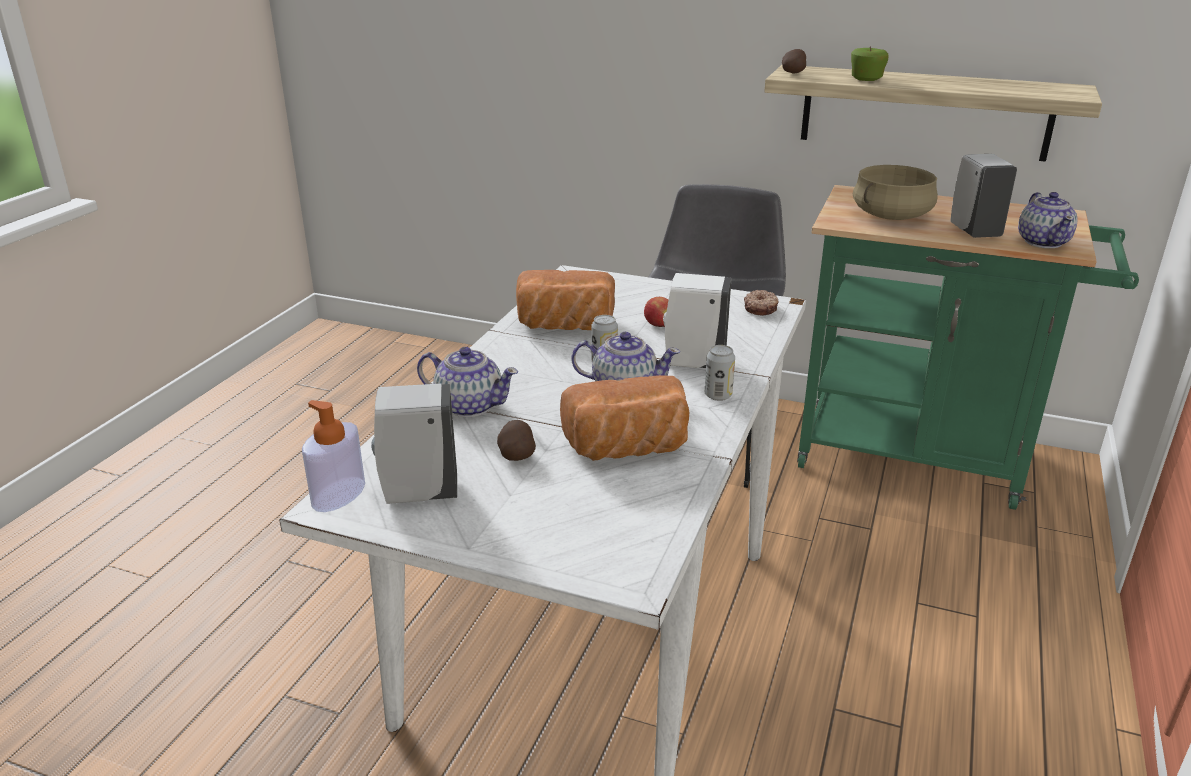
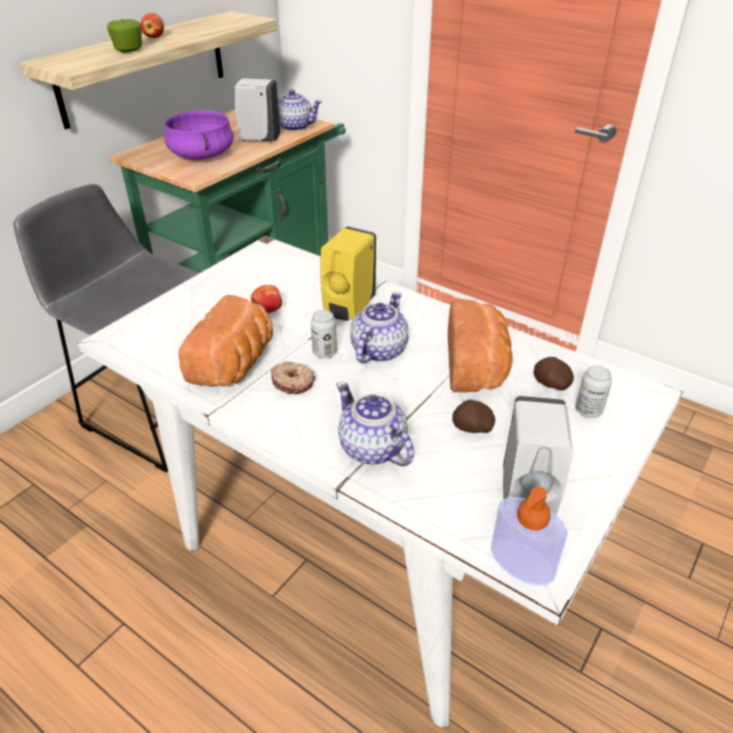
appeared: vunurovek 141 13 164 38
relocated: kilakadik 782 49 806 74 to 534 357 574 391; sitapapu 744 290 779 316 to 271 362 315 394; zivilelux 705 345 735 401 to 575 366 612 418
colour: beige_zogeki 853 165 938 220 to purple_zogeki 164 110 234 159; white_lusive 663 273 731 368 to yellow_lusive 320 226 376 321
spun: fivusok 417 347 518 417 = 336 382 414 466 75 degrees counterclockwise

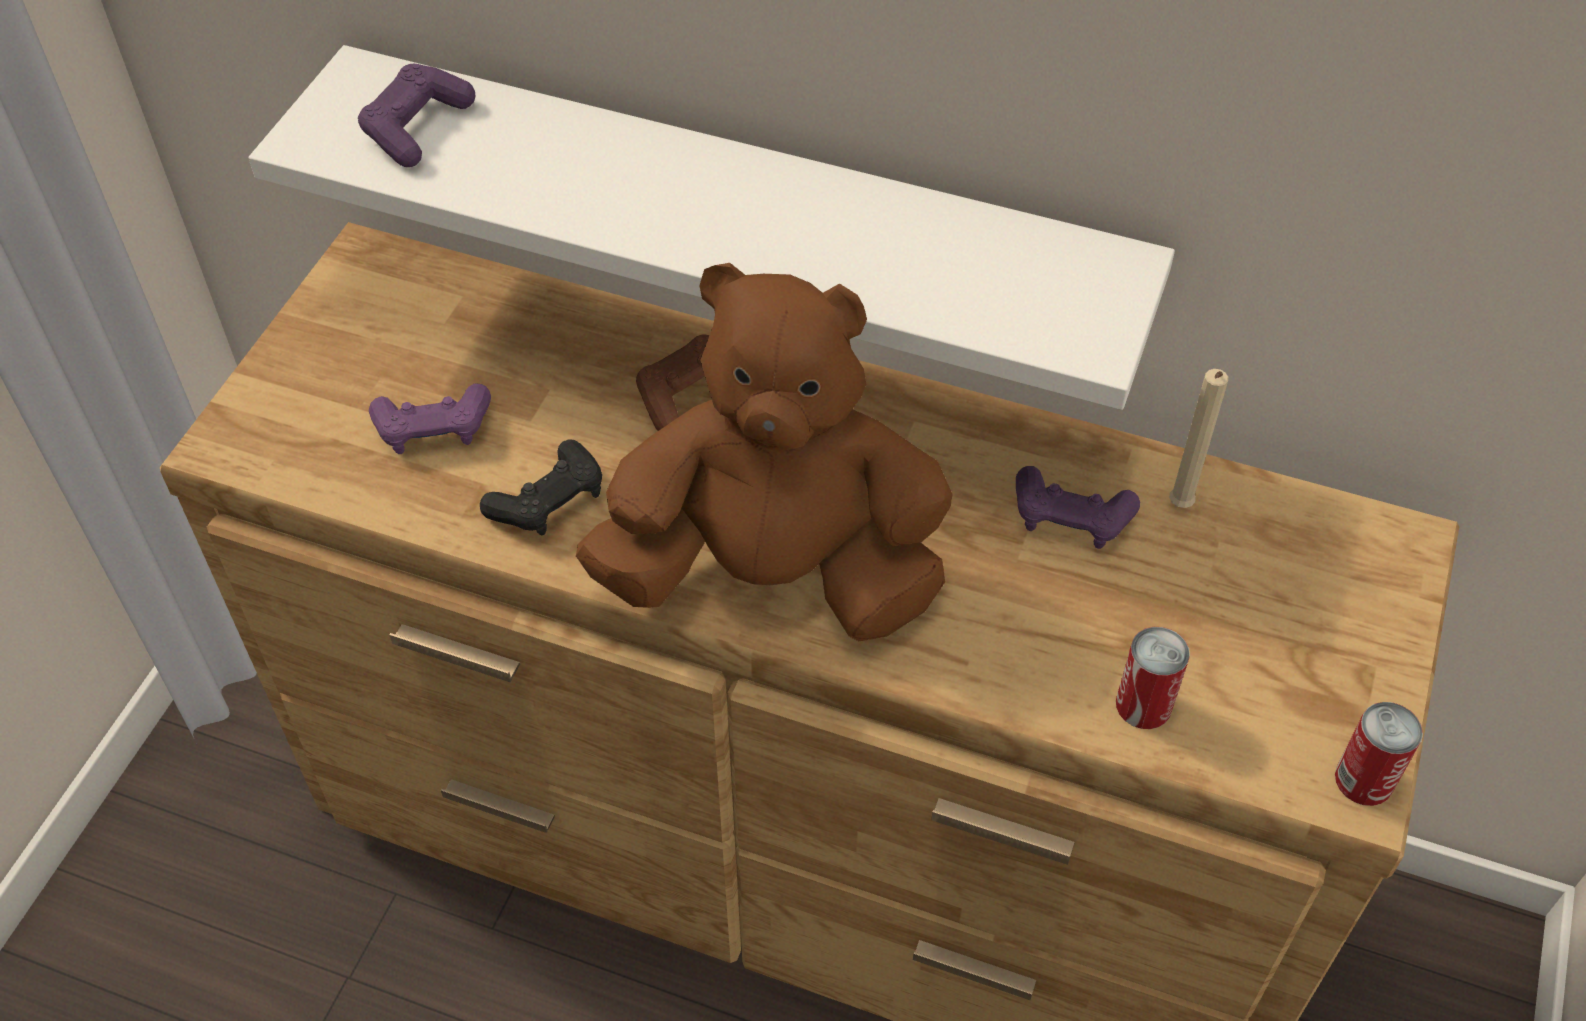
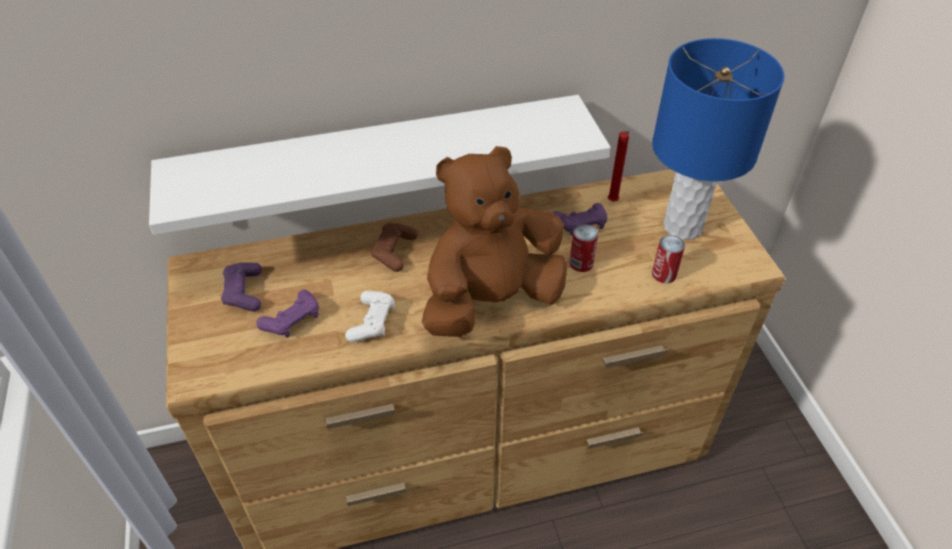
appeared: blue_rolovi 652 38 784 240
relocated: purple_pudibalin 358 64 476 167 to 221 263 262 312; zivilelux 1335 702 1423 806 to 569 224 598 272
colour: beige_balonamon 1169 369 1228 508 to red_balonamon 608 131 630 202; black_pudibalin 480 439 602 536 to white_pudibalin 345 291 395 342

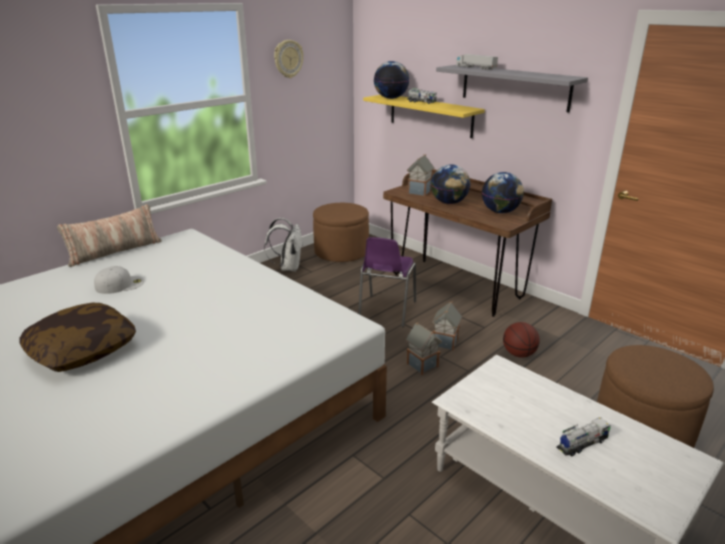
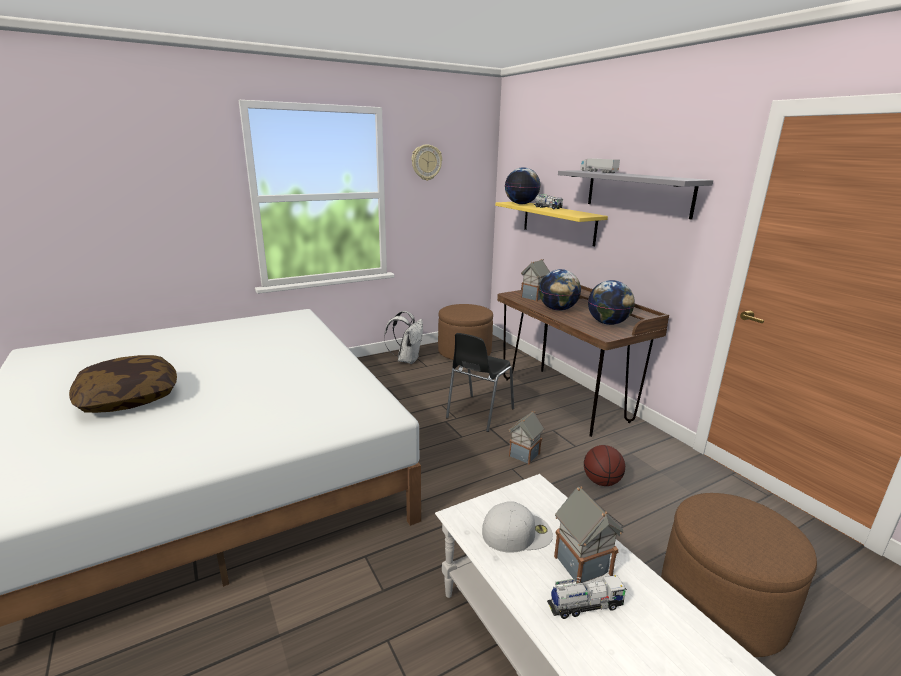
missing: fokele 57 204 162 267
relocated: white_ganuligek 94 266 144 294 to 482 501 553 553; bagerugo 406 323 442 375 to 554 486 623 583
colour: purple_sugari 358 237 416 327 to black_sugari 446 333 514 432

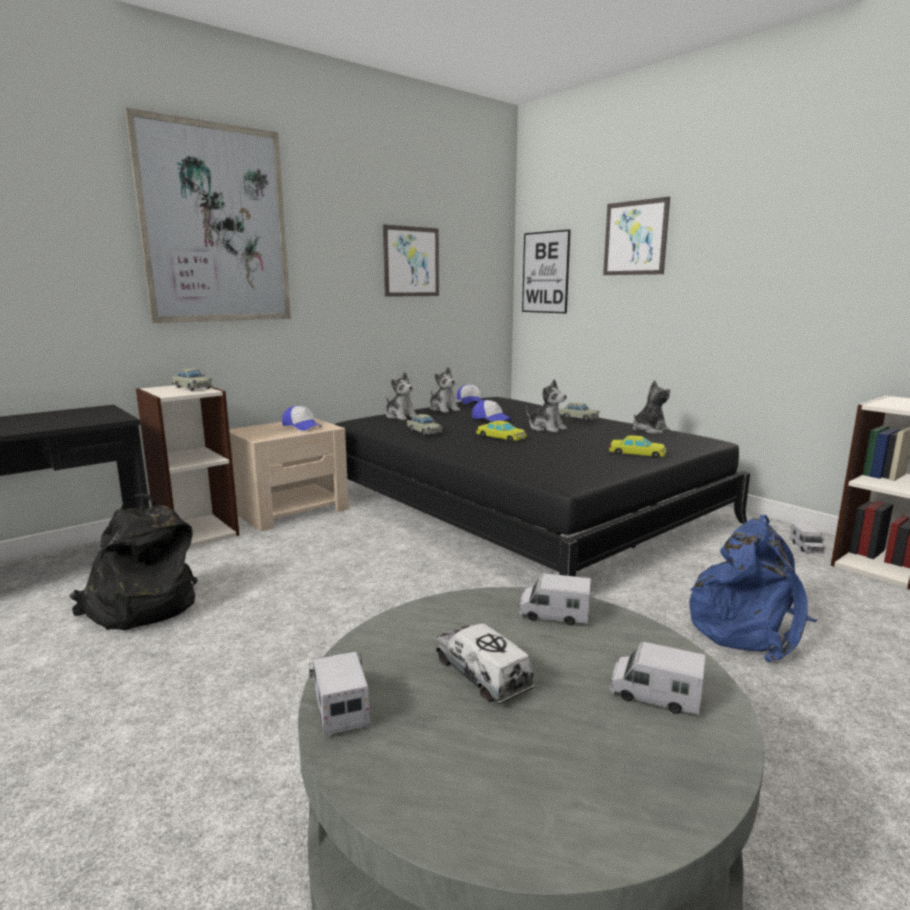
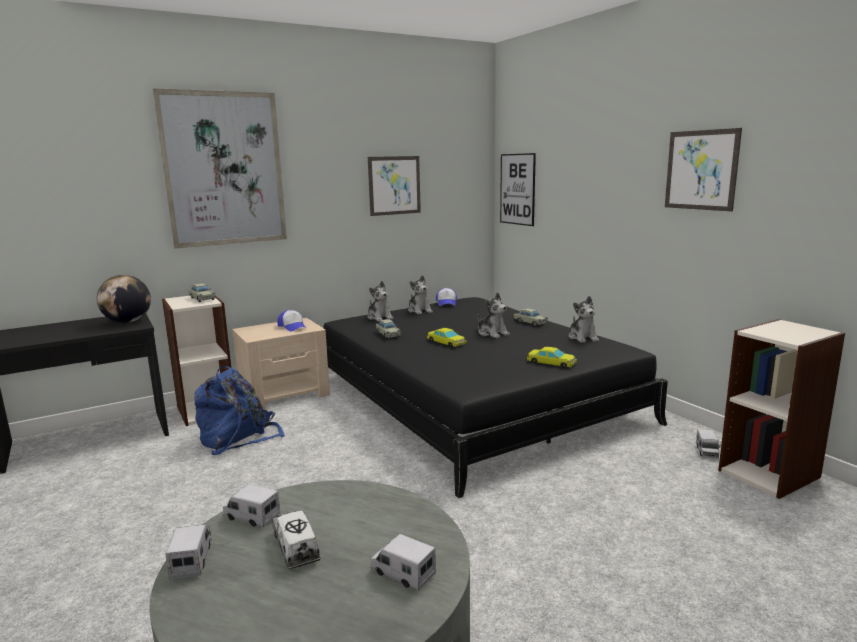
missing: ganuligek 472 400 512 422; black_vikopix 69 493 198 630
appeared: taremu 97 275 151 323
relocated: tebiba 603 197 670 275 to 665 128 742 211; blue_vikopix 689 515 817 662 to 194 366 285 455; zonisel 518 573 591 625 to 223 484 280 527
spun: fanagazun 633 380 670 434 = 568 296 599 343 105 degrees clockwise

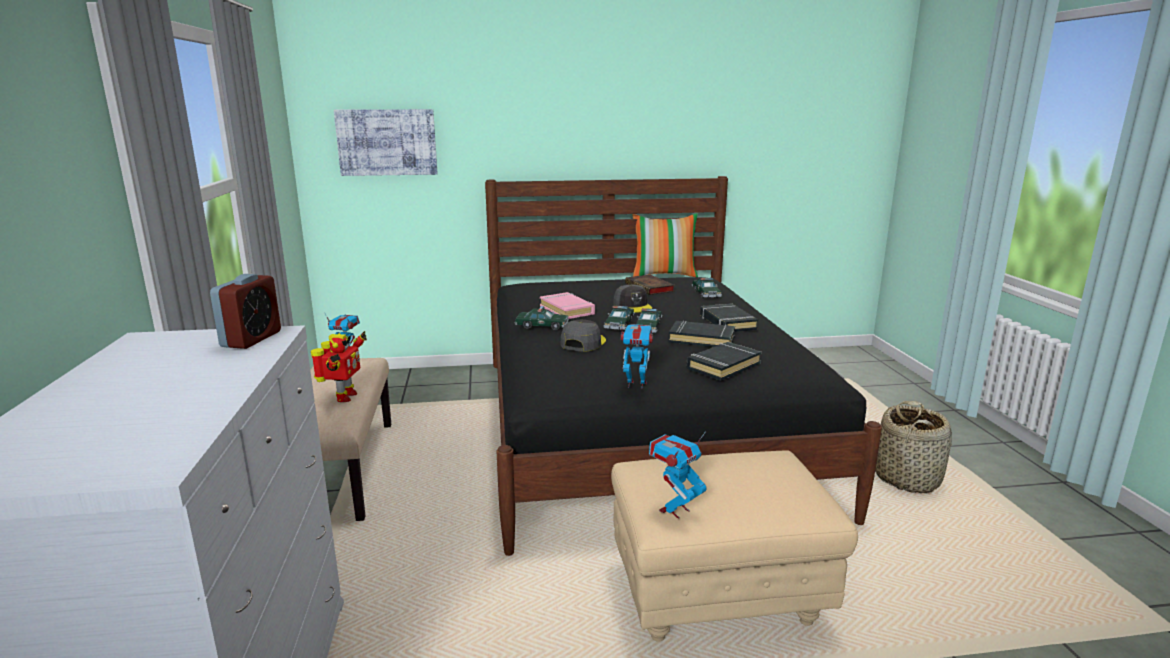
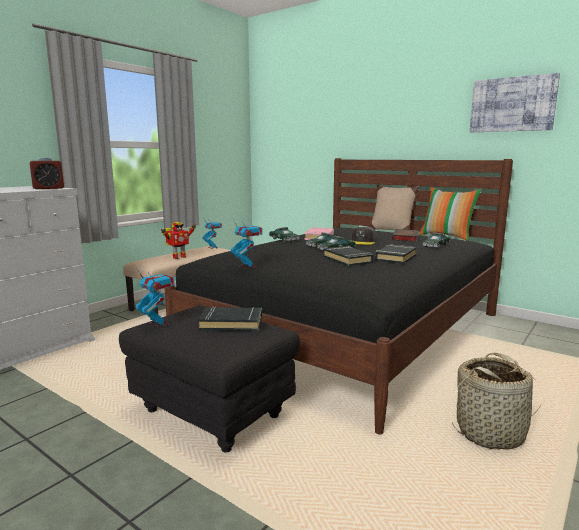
missing: grey_ganuligek 561 320 606 351
appeared: beige_fokele 369 185 419 230
relocated: tebiba 334 109 438 176 to 470 73 560 132; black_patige 686 342 762 381 to 198 306 262 331
colour: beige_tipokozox 611 450 858 642 to black_tipokozox 119 305 300 453
spun: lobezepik 649 431 707 518 = 136 268 175 328 45 degrees clockwise

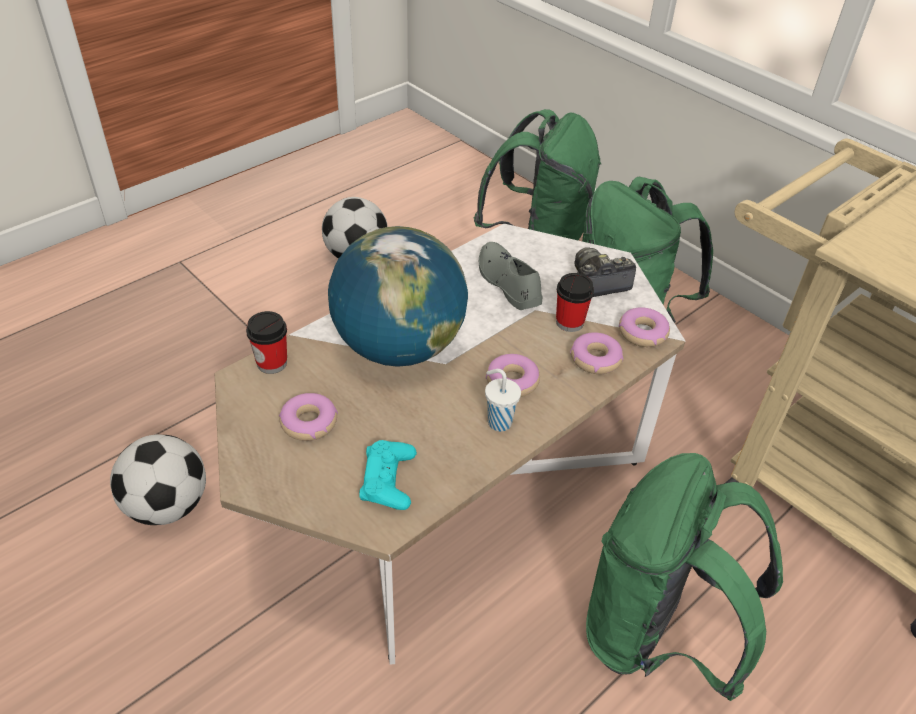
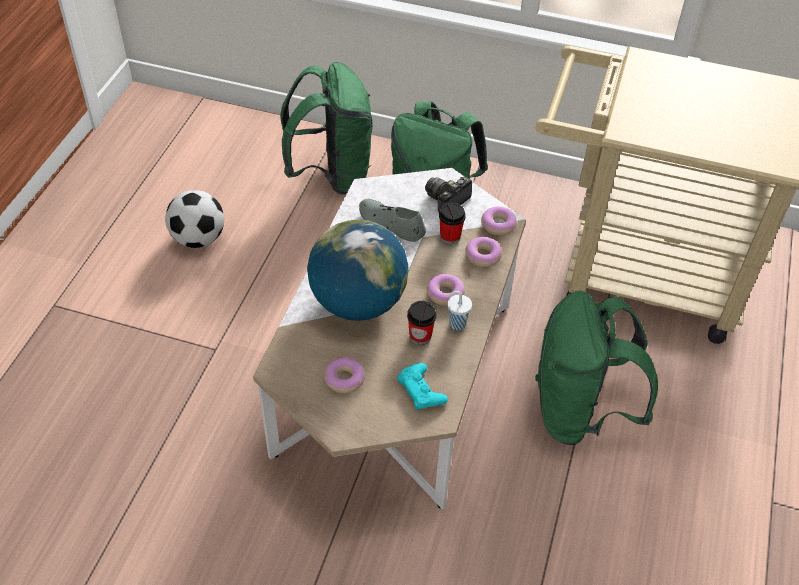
missing: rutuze 110 434 206 525
relocated: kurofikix 246 311 287 374 to 407 301 436 345

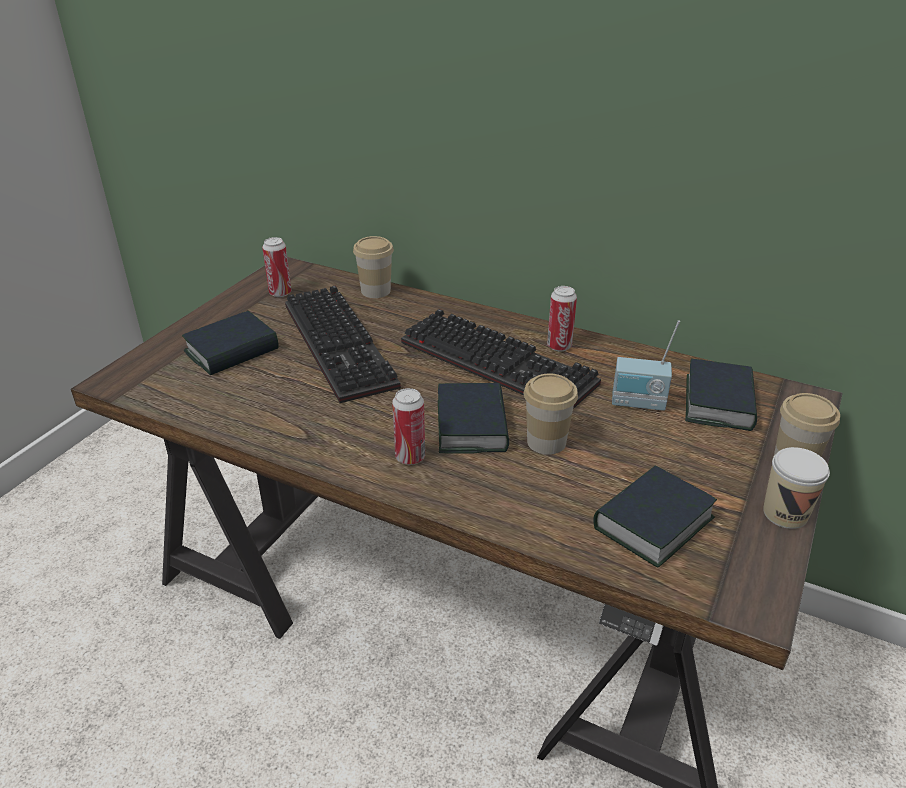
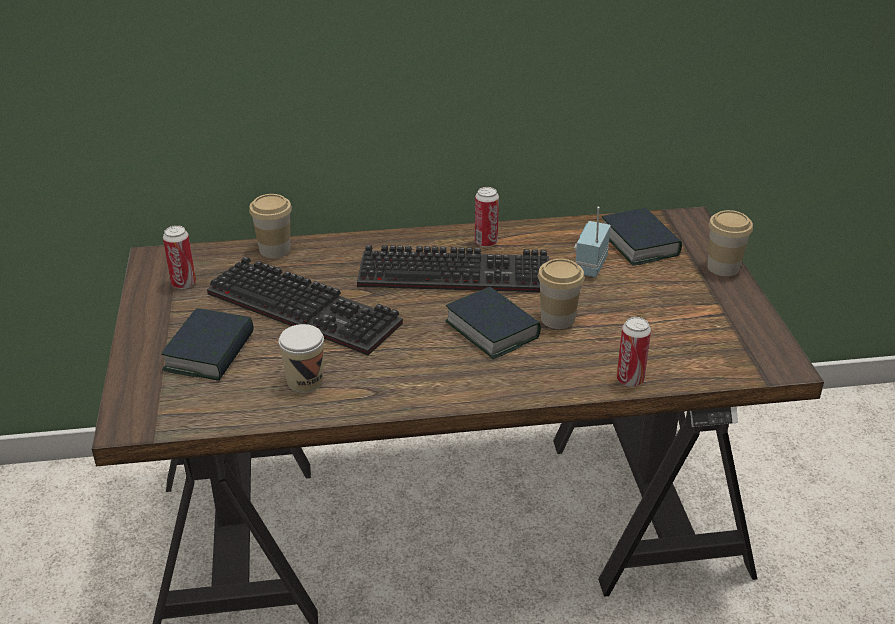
missing: patige 593 465 717 567
relocated: zivilelux 392 388 425 465 to 617 317 651 387; kurofikix 763 447 830 529 to 279 324 324 393
spun: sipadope 612 320 680 411 = 574 207 611 277 135 degrees clockwise

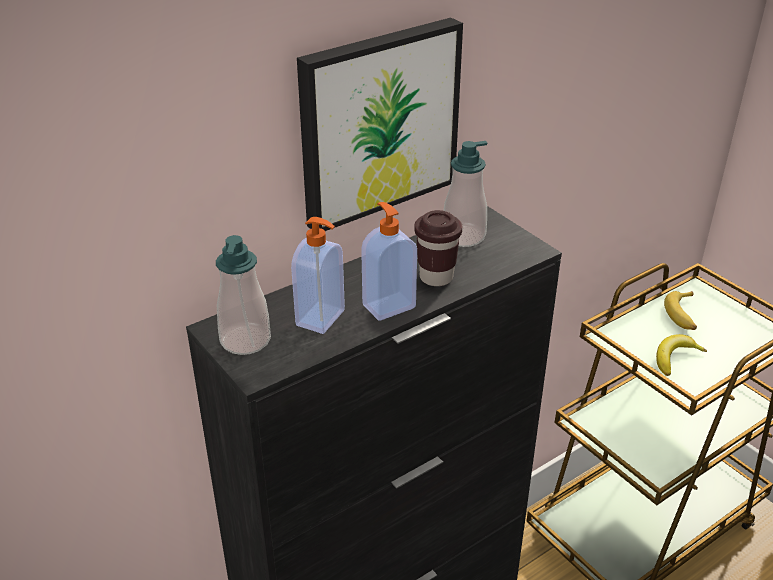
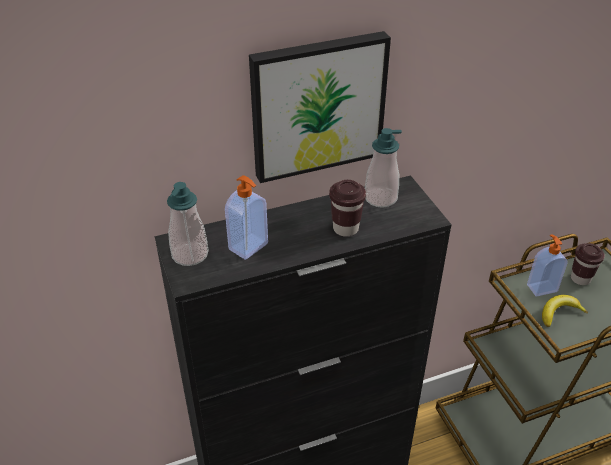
relocated: lusive 361 202 417 321 to 527 234 568 296
exchanged: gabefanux 664 291 697 330 to brown_kurofikix 571 243 605 285

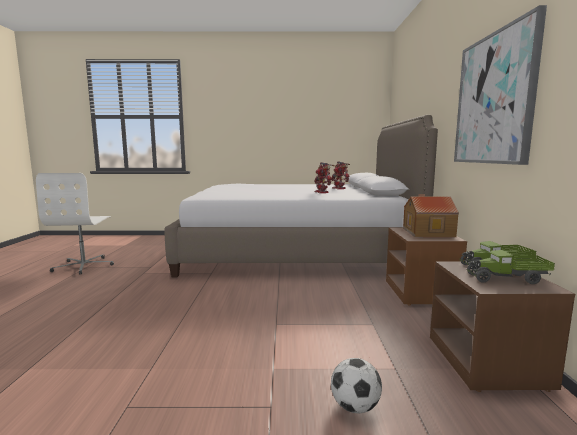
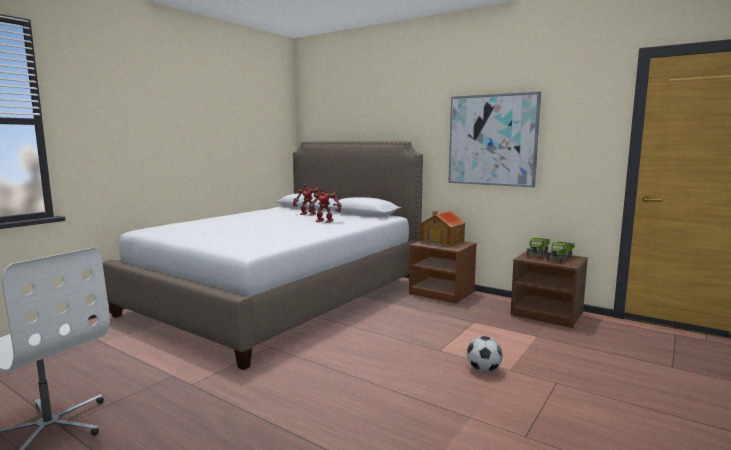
relocated: rutuze 331 358 382 414 to 467 336 503 372

